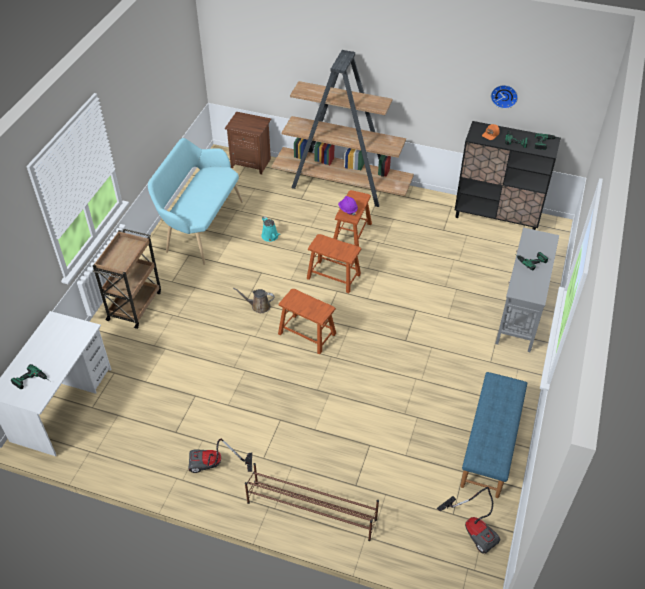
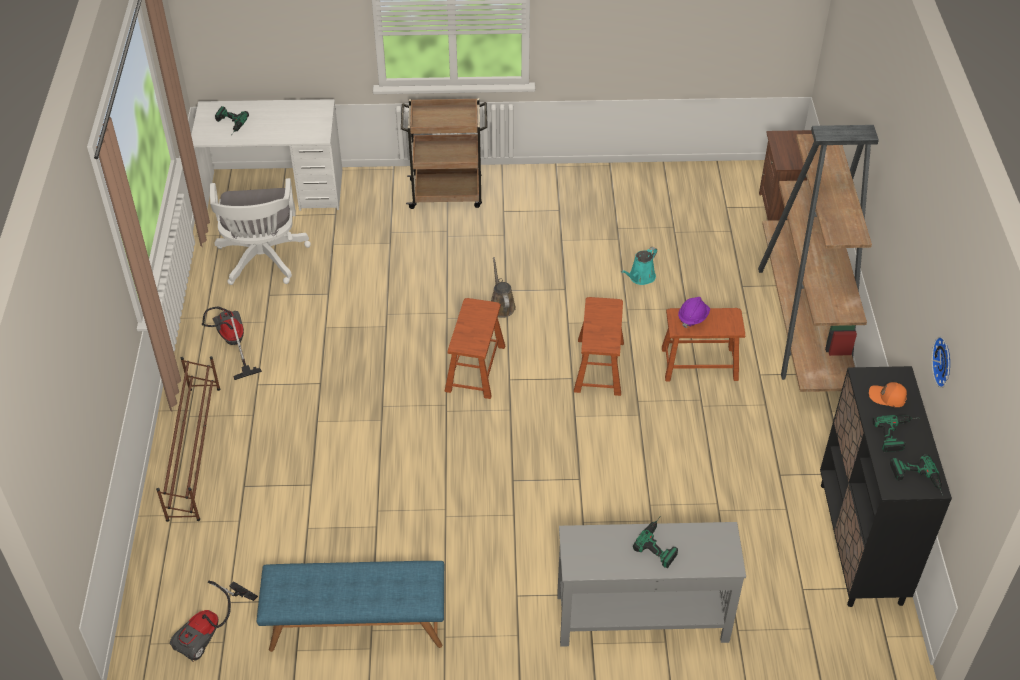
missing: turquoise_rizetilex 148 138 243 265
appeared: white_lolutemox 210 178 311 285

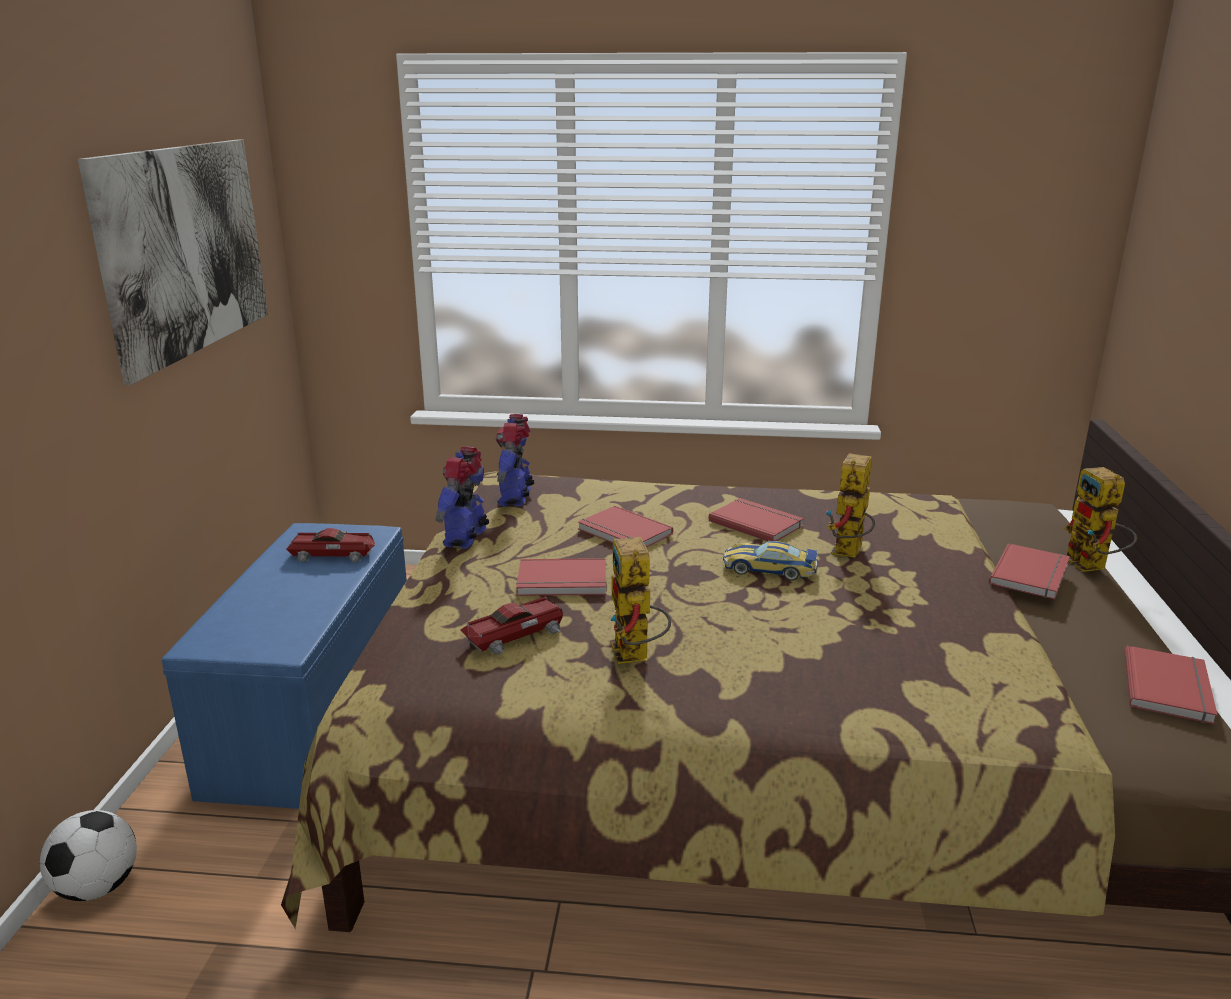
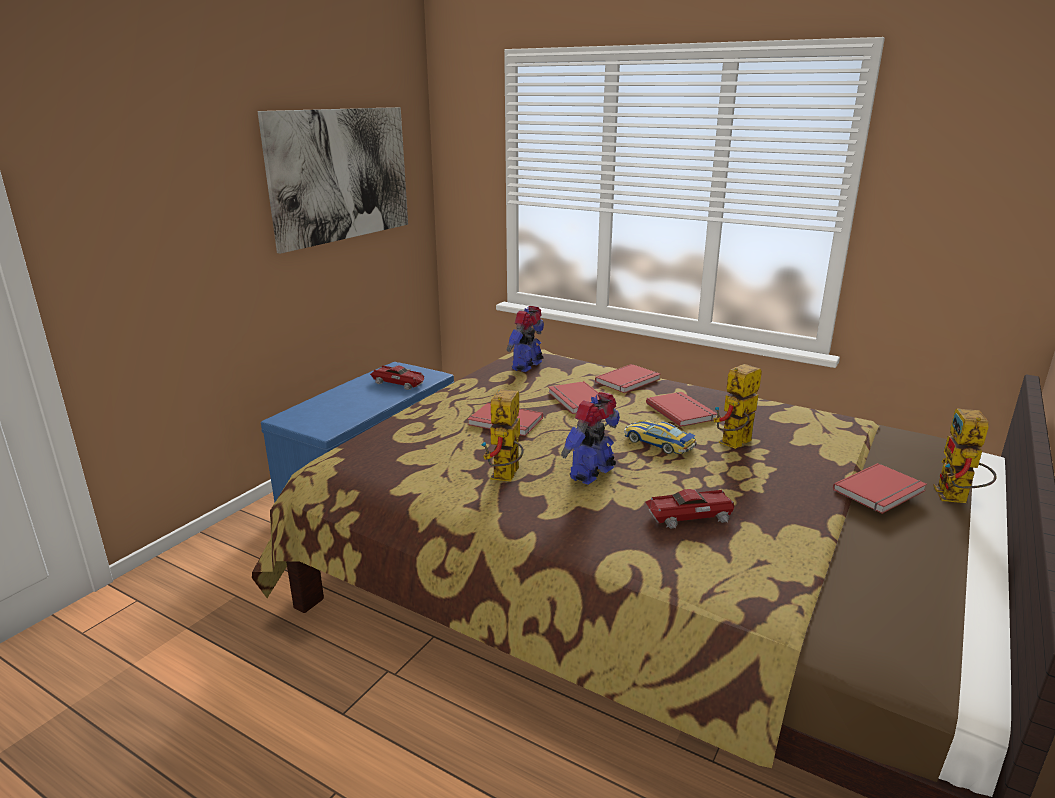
missing: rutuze 40 810 137 901
relocated: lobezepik 436 447 489 549 to 561 392 620 485; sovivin 460 597 563 655 to 646 489 734 529; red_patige 1124 646 1218 724 to 595 364 660 393

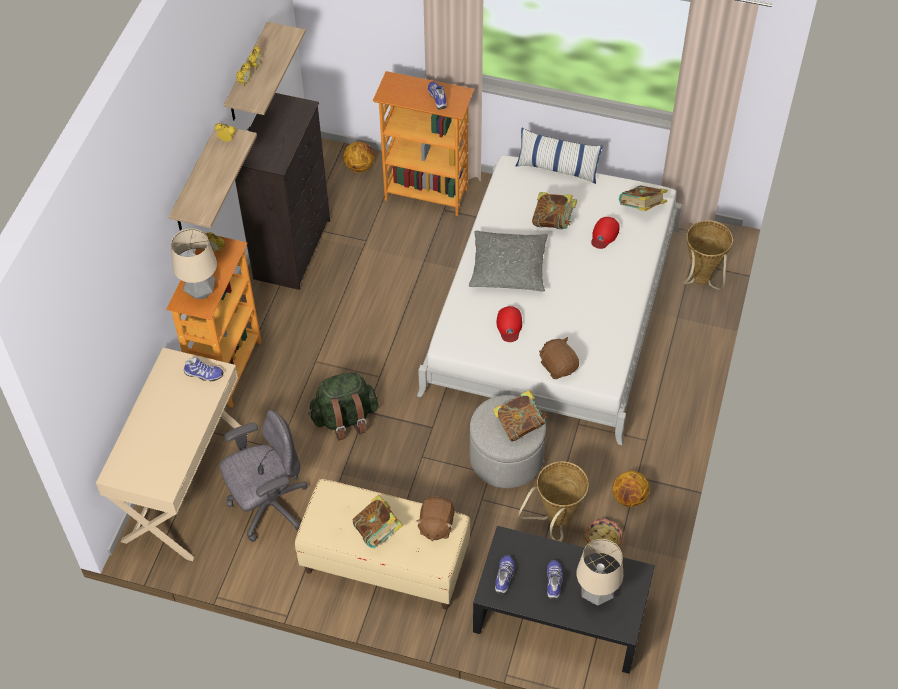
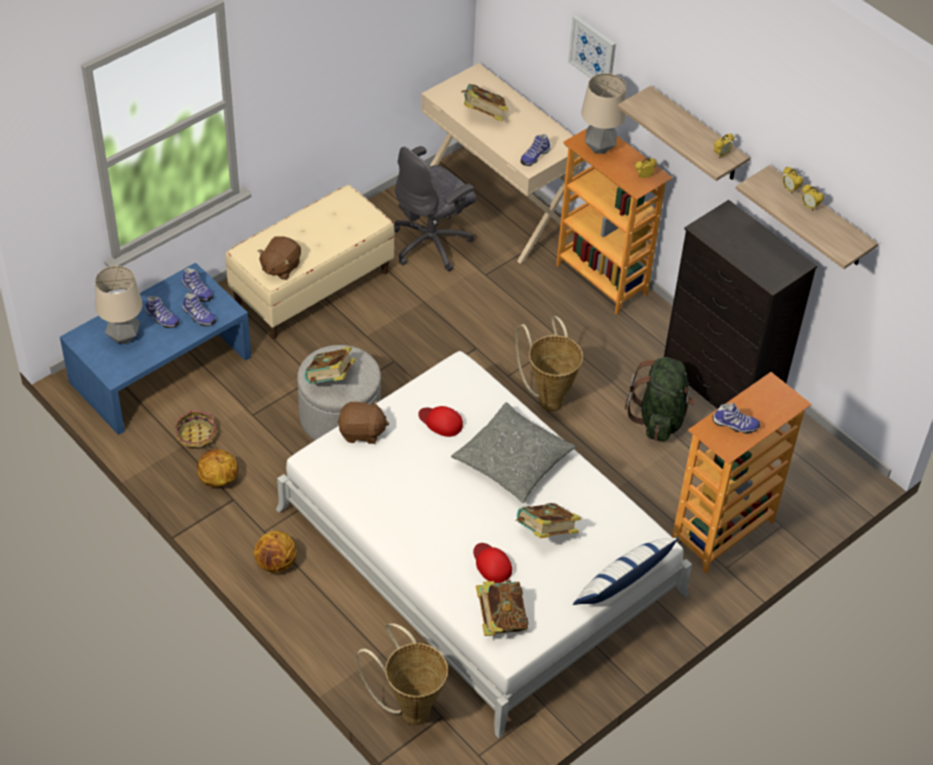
appeared: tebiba 568 15 616 79; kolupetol 182 293 216 326
relocated: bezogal 343 142 375 173 to 254 531 297 573; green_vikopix 308 372 379 441 to 625 357 695 441; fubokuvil 518 461 589 541 to 516 316 583 412; patige 353 494 403 548 to 461 84 508 122
colour: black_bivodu 473 526 655 674 to blue_bivodu 60 263 251 435
spun: grey_lolutemox 219 410 308 542 = 394 146 476 271 45 degrees clockwise; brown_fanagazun 416 496 454 541 = 258 236 301 280 105 degrees counterclockwise

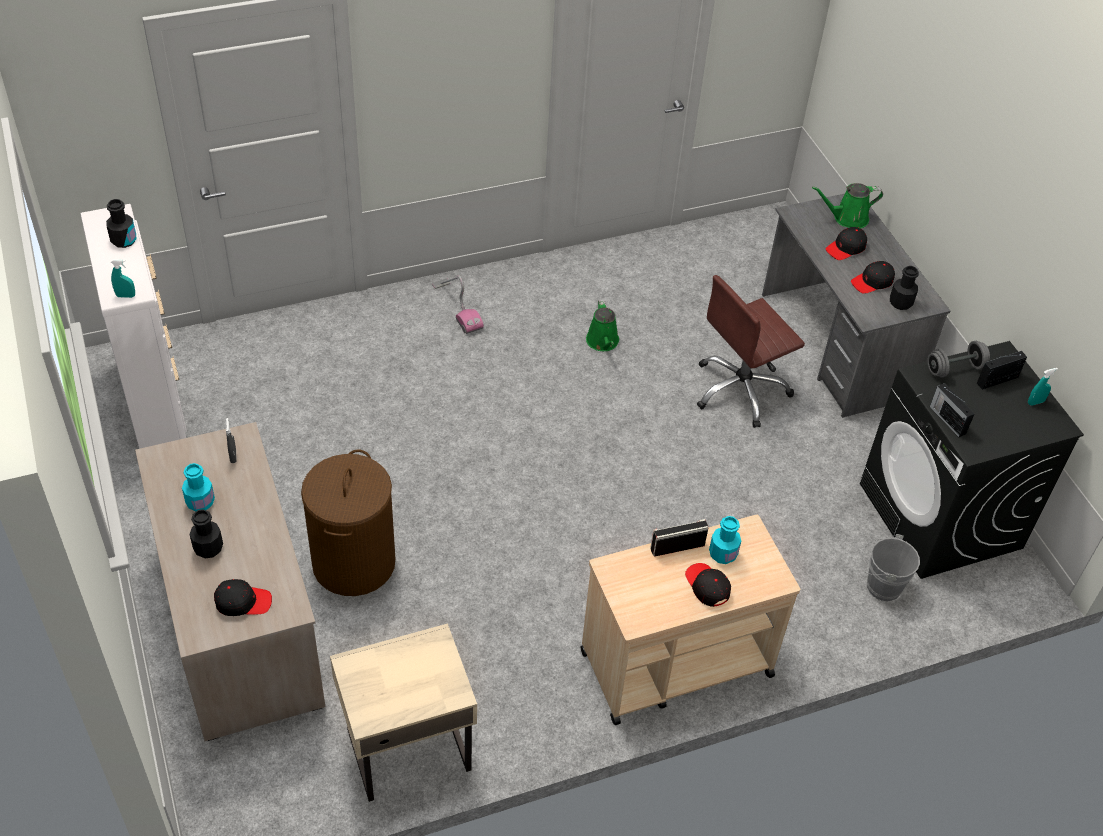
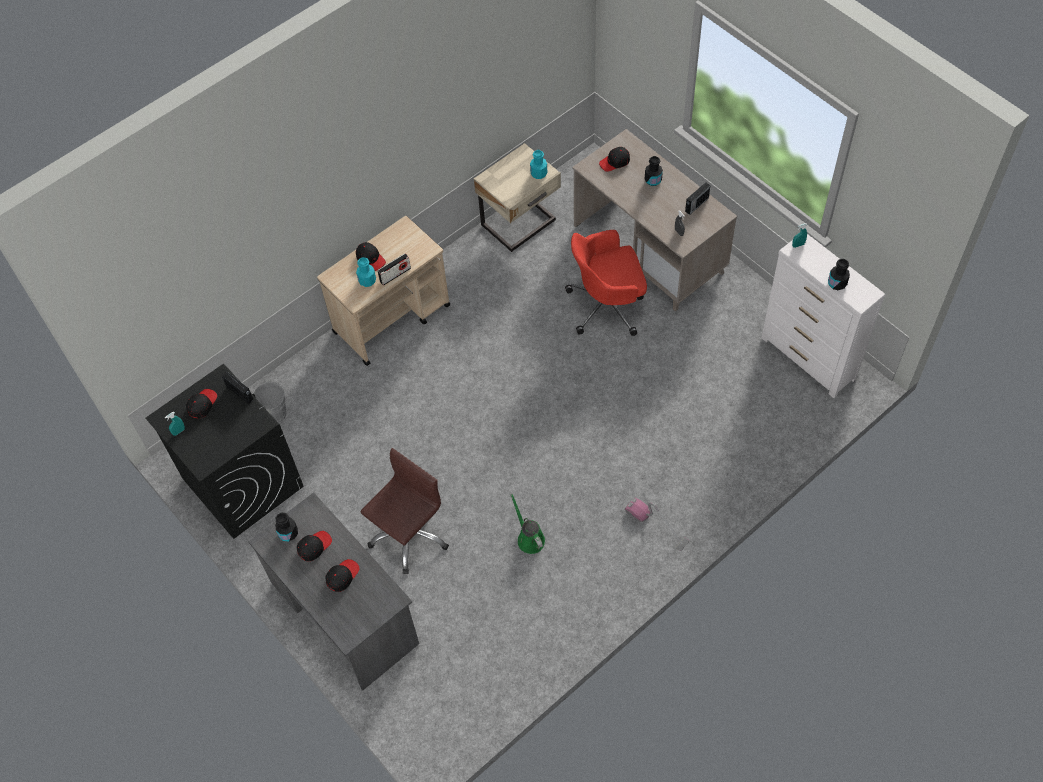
missing: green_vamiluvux 812 183 883 229; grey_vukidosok 927 341 990 378
appeared: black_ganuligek 186 389 217 419
relocated: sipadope 977 351 1027 390 to 685 182 710 215; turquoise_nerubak 182 463 215 511 to 530 150 547 179
exchanged: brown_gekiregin 301 450 395 596 to red_lolutemox 565 230 647 336

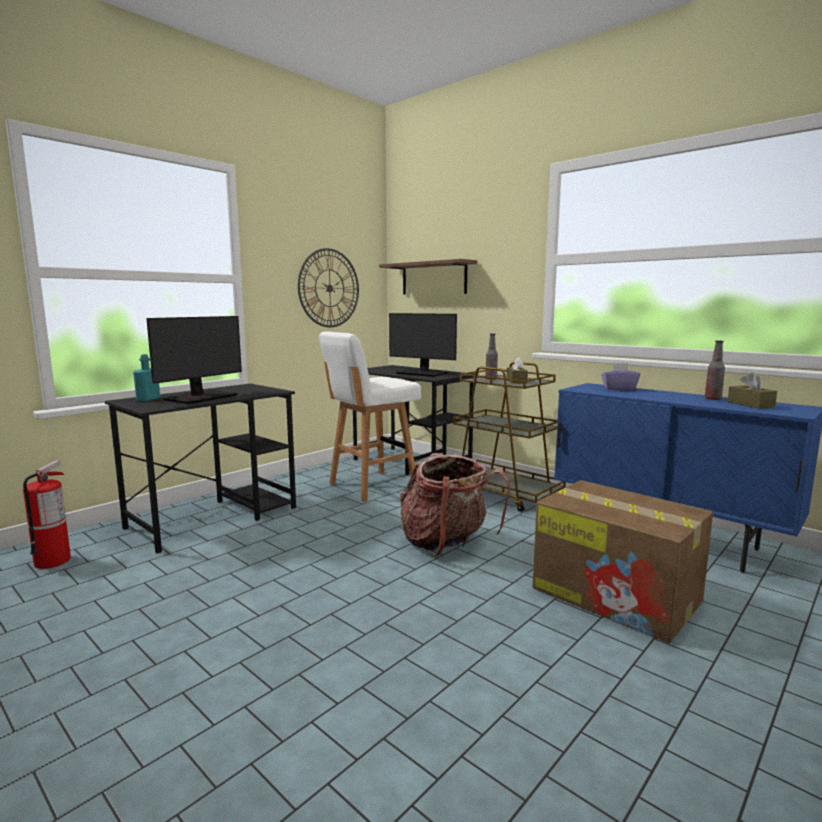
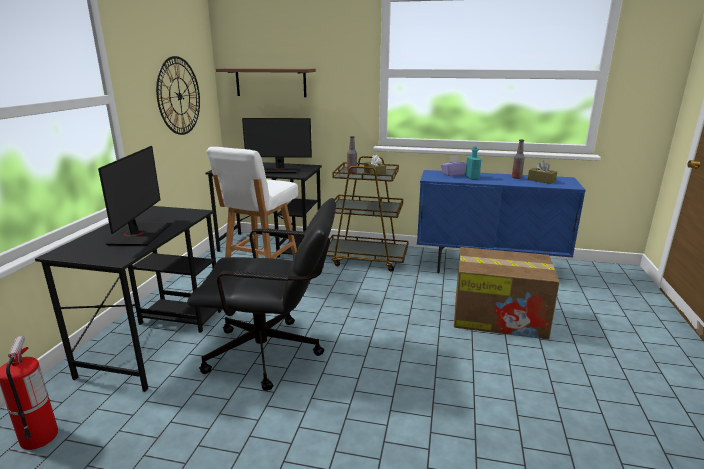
missing: vikopix 400 453 510 557
appeared: black_lolutemox 187 198 336 391
relocated: turquoise_nerubak 133 354 160 401 to 465 146 482 180

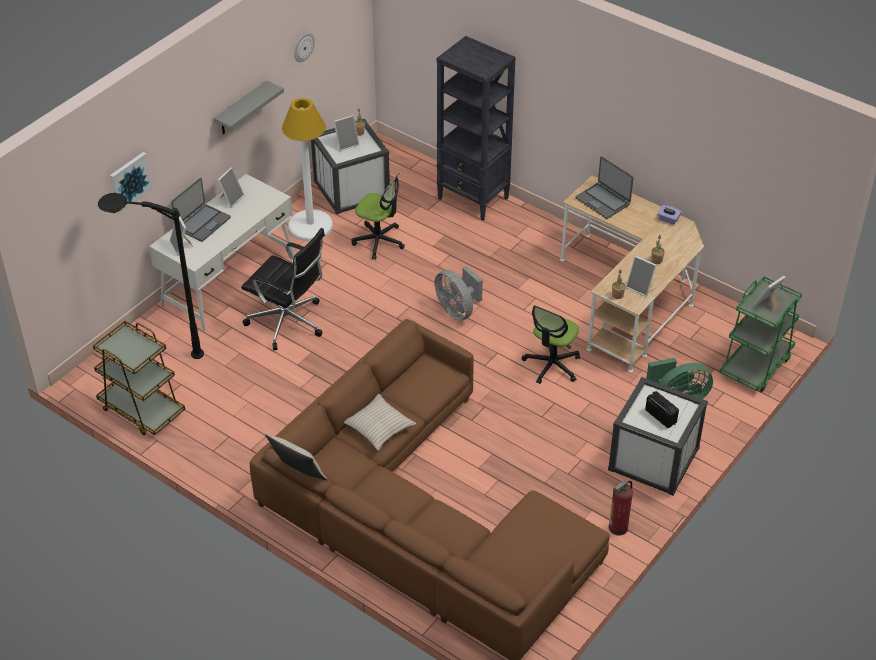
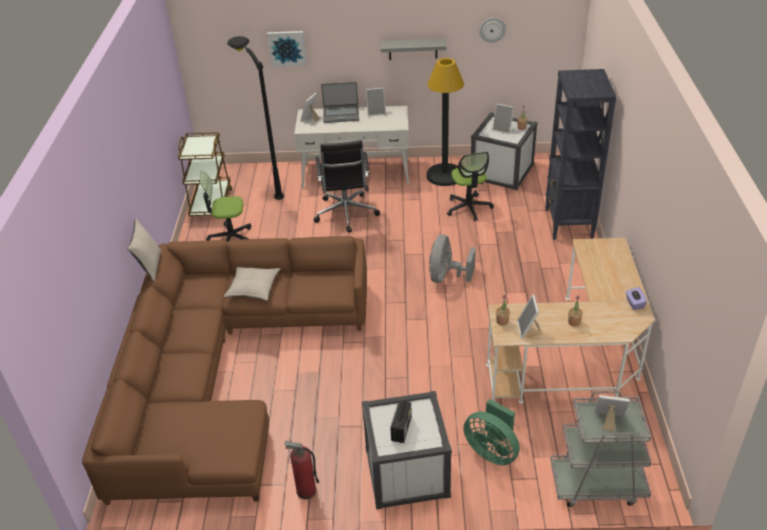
missing: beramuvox 575 156 633 219
relocated: lolutemox 522 305 580 384 to 199 171 251 242
colour: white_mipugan 282 98 333 241 to black_mipugan 427 58 464 186; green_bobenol 719 276 802 392 to grey_bobenol 550 391 651 507

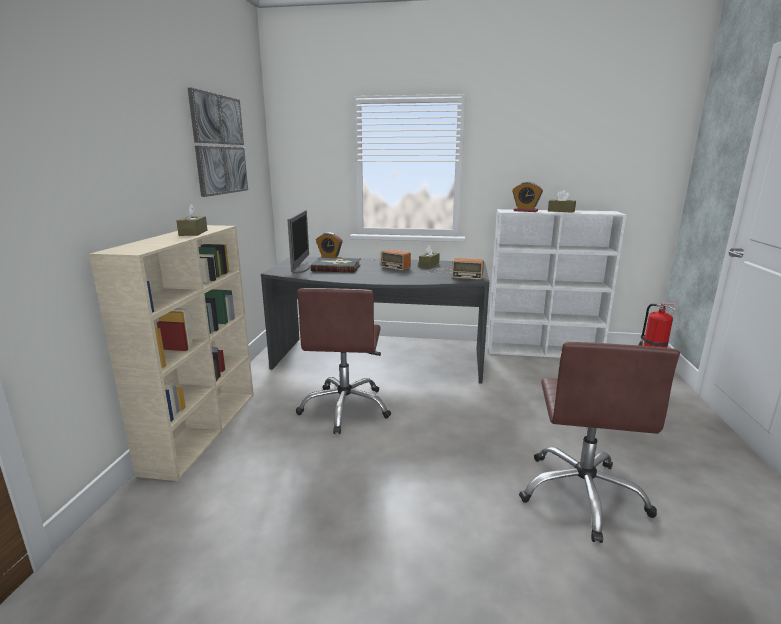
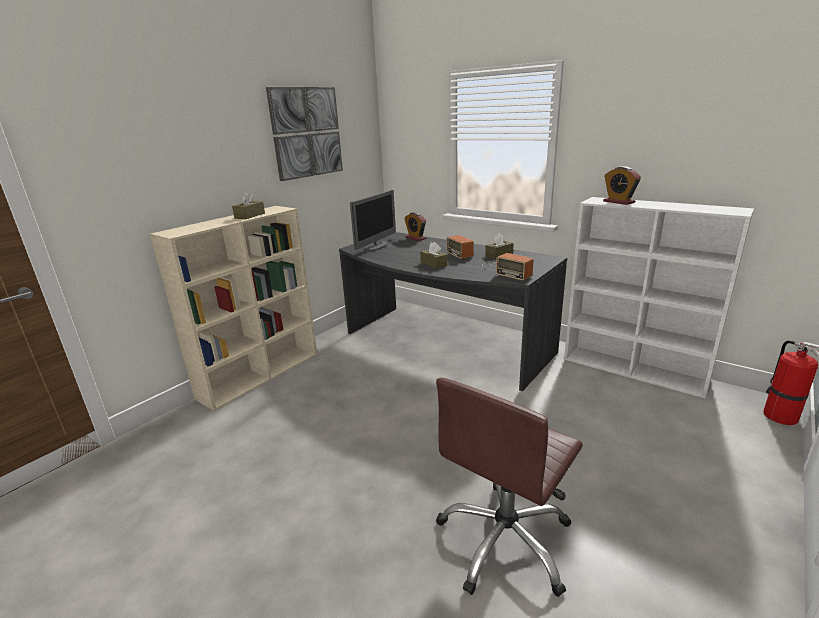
missing: patige 311 258 361 272; brown_lolutemox 296 288 391 434
relocated: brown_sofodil 548 190 576 213 to 420 242 447 269

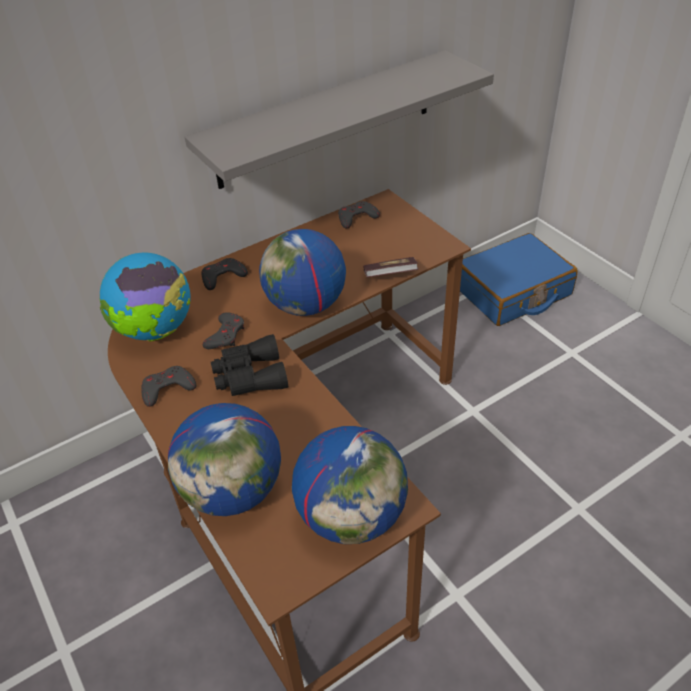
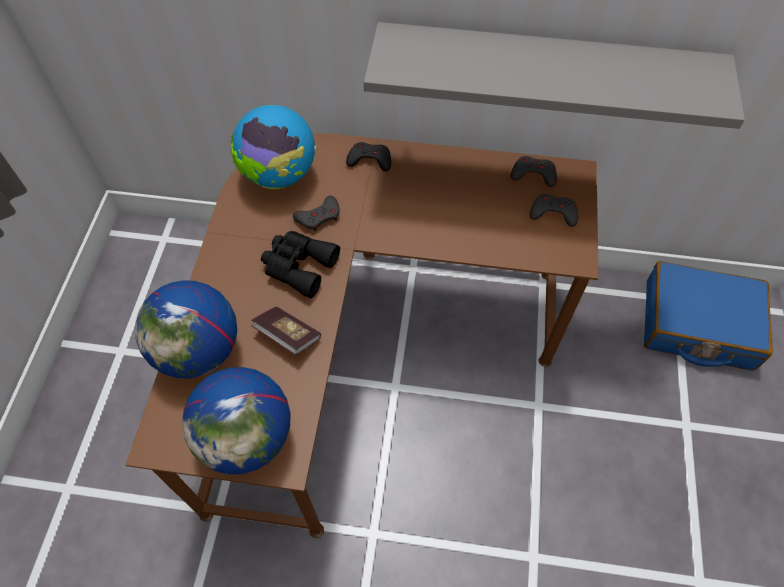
missing: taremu 259 229 346 316
relocated: patige 363 257 418 277 to 251 306 321 355; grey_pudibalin 141 366 196 407 to 530 194 578 227

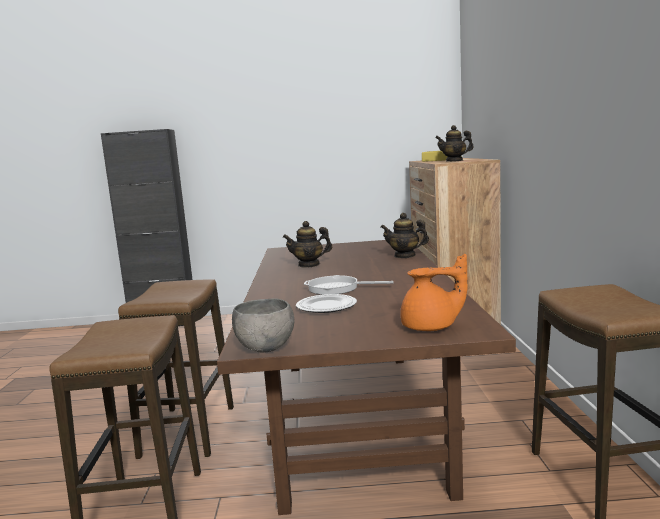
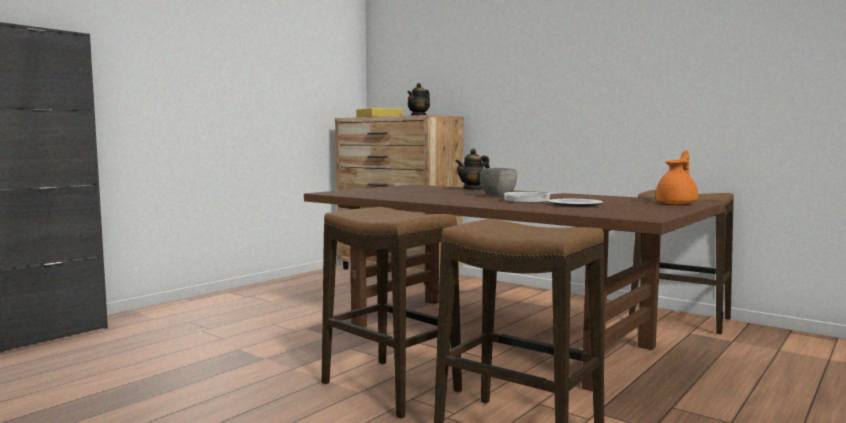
missing: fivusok 283 221 332 268
relocated: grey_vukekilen 232 298 294 353 to 480 168 517 197

